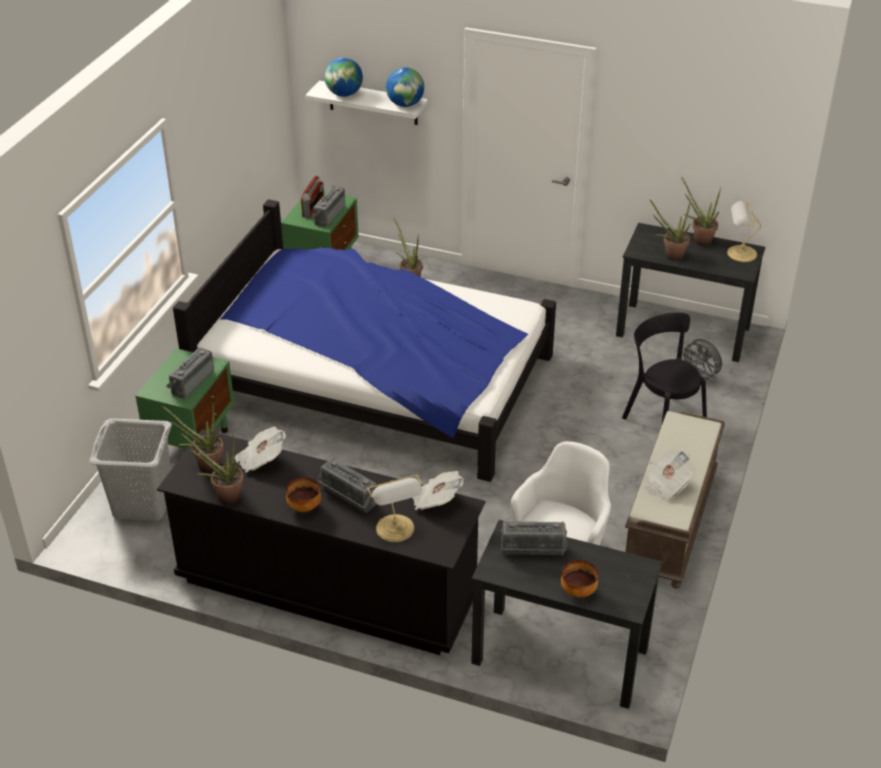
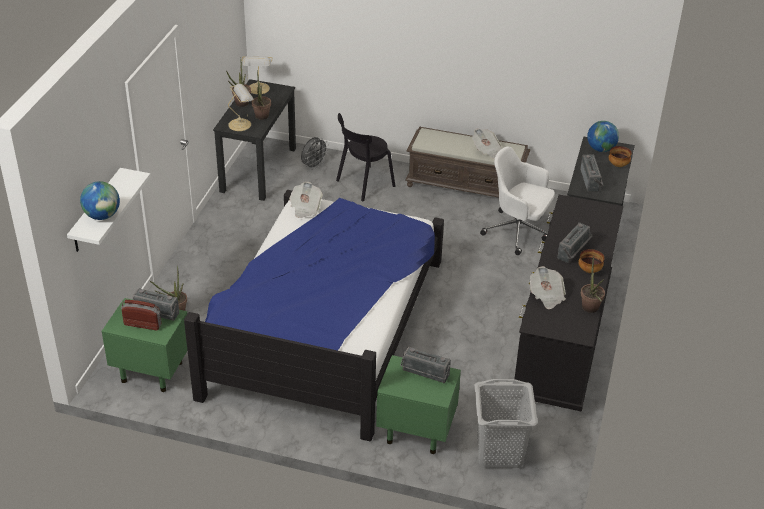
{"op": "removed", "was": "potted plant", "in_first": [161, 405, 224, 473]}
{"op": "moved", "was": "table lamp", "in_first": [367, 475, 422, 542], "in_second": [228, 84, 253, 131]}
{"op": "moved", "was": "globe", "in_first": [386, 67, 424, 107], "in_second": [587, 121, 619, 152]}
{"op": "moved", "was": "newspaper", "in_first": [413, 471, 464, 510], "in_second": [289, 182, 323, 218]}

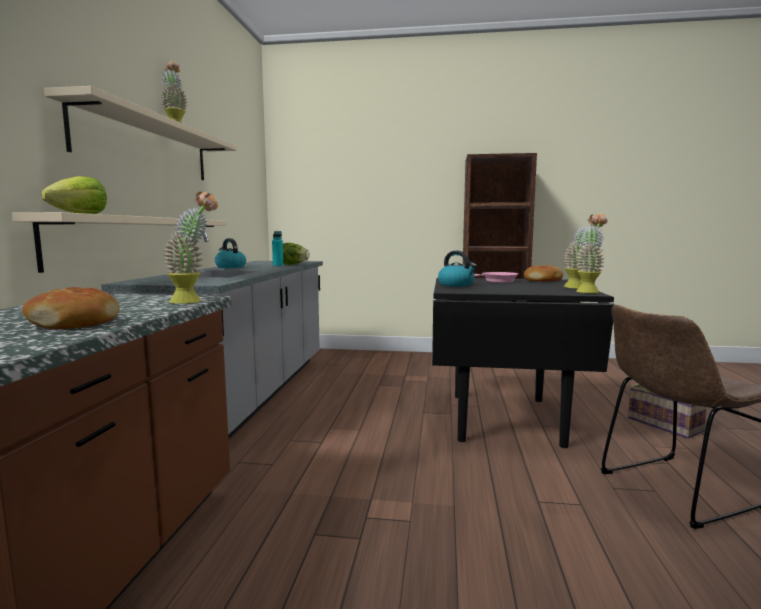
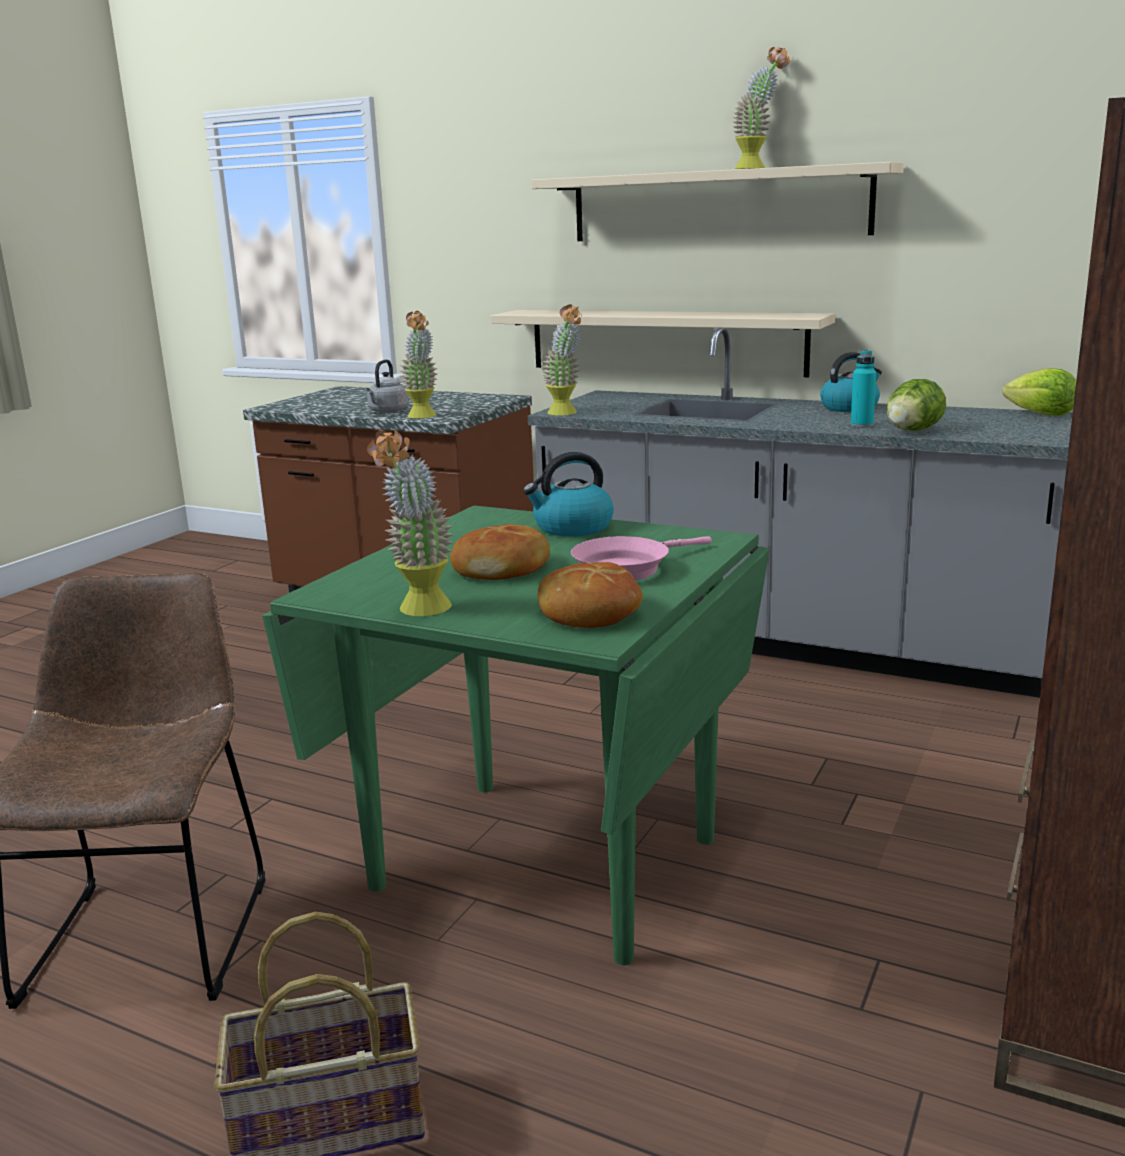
{"op": "added", "now": "grey kettle", "in_second": [366, 359, 409, 413]}
{"op": "moved", "was": "bread", "in_first": [22, 287, 119, 329], "in_second": [450, 524, 550, 580]}
{"op": "moved", "was": "lettuce", "in_first": [41, 176, 107, 214], "in_second": [1002, 368, 1076, 416]}
{"op": "moved", "was": "potted plant", "in_first": [575, 214, 608, 293], "in_second": [542, 304, 582, 415]}
{"op": "recoloured", "was": "black dining table", "now": "green dining table", "in_first": [432, 278, 615, 448], "in_second": [262, 505, 770, 965]}

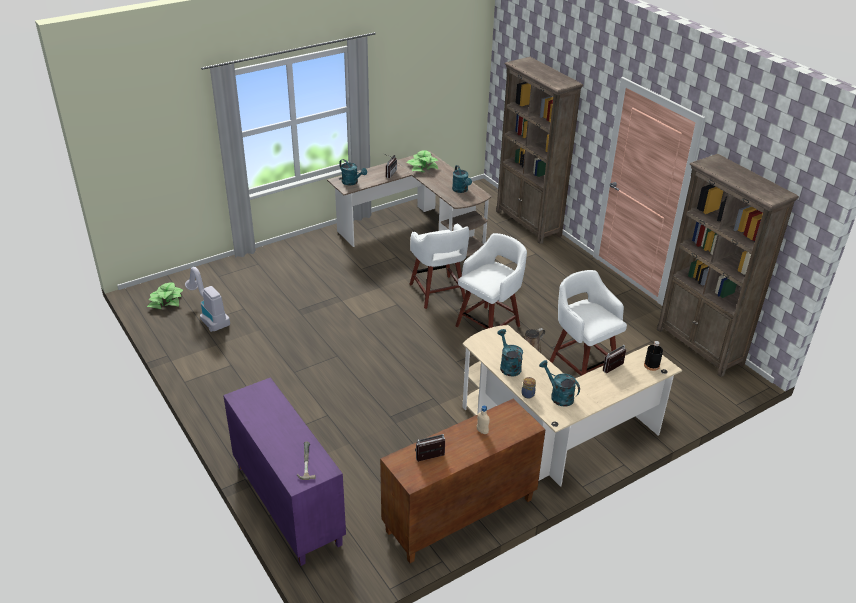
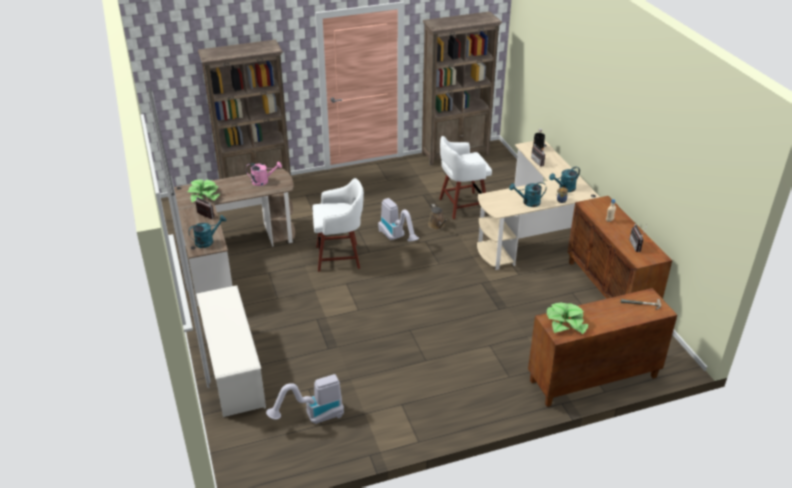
{"op": "added", "now": "white shoe rack", "in_second": [196, 285, 266, 417]}
{"op": "moved", "was": "potted plant", "in_first": [147, 283, 183, 309], "in_second": [547, 303, 588, 334]}
{"op": "replaced", "was": "white stool", "now": "vacuum cleaner", "in_first": [456, 233, 527, 329], "in_second": [378, 198, 419, 241]}
{"op": "recoloured", "was": "purple cabinet", "now": "brown cabinet", "in_first": [223, 377, 346, 566], "in_second": [528, 288, 677, 407]}
{"op": "recoloured", "was": "turquoise watering can", "now": "pink watering can", "in_first": [452, 165, 472, 193], "in_second": [246, 162, 282, 186]}

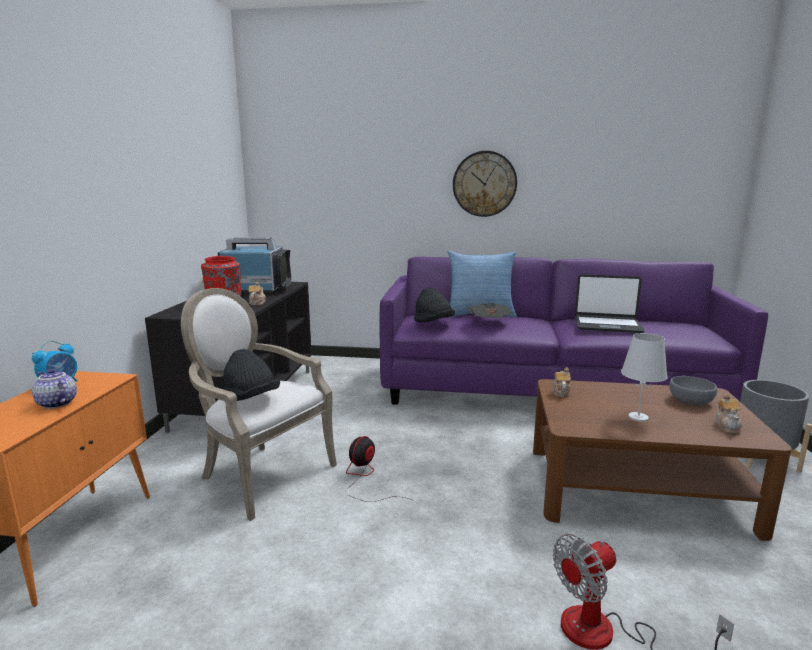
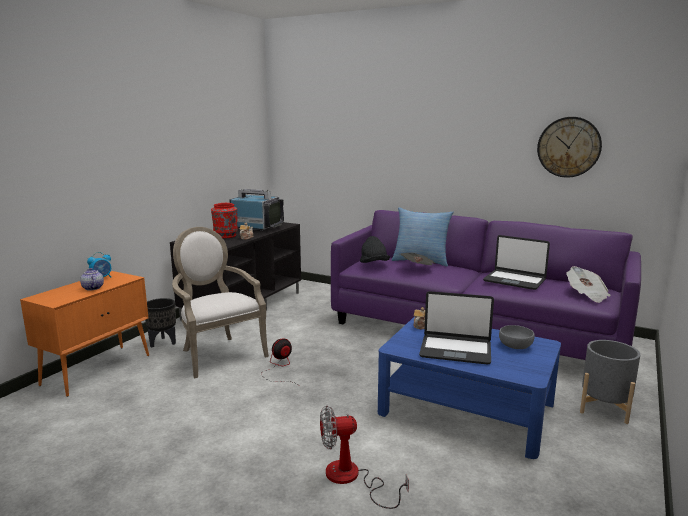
{"op": "removed", "was": "black hat", "in_first": [223, 349, 280, 401]}
{"op": "removed", "was": "teapot", "in_first": [715, 394, 742, 434]}
{"op": "added", "now": "black planter", "in_second": [145, 298, 176, 347]}
{"op": "added", "now": "newspaper", "in_second": [566, 266, 611, 303]}
{"op": "moved", "was": "wall clock", "in_first": [453, 151, 517, 217], "in_second": [537, 117, 602, 178]}
{"op": "replaced", "was": "white table lamp", "now": "laptop", "in_first": [621, 333, 668, 422], "in_second": [419, 291, 494, 365]}
{"op": "recoloured", "was": "brown coffee table", "now": "blue coffee table", "in_first": [533, 379, 792, 541], "in_second": [378, 316, 561, 459]}

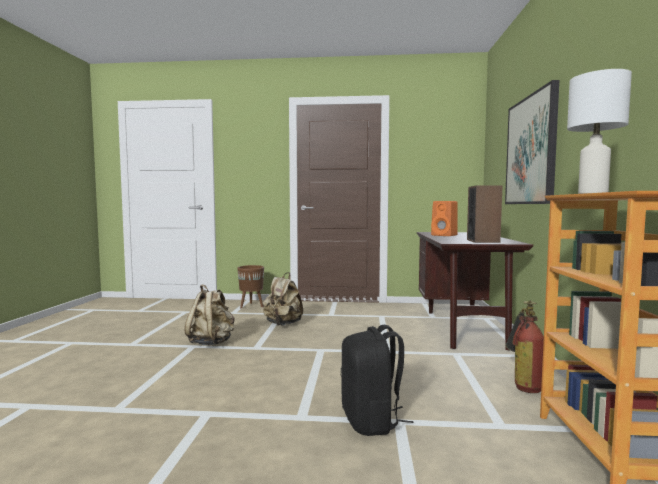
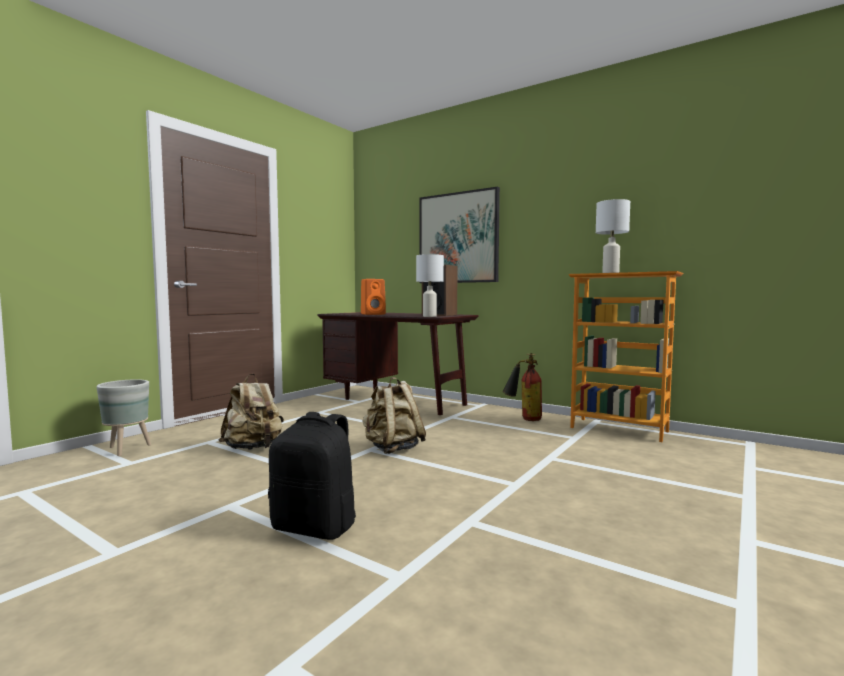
{"op": "added", "now": "white table lamp", "in_second": [416, 254, 444, 317]}
{"op": "moved", "was": "beige backpack", "in_first": [185, 285, 234, 345], "in_second": [362, 377, 426, 454]}
{"op": "moved", "was": "black backpack", "in_first": [341, 325, 413, 436], "in_second": [268, 412, 356, 540]}
{"op": "recoloured", "was": "brown planter", "now": "grey planter", "in_first": [237, 265, 264, 308], "in_second": [96, 379, 151, 456]}

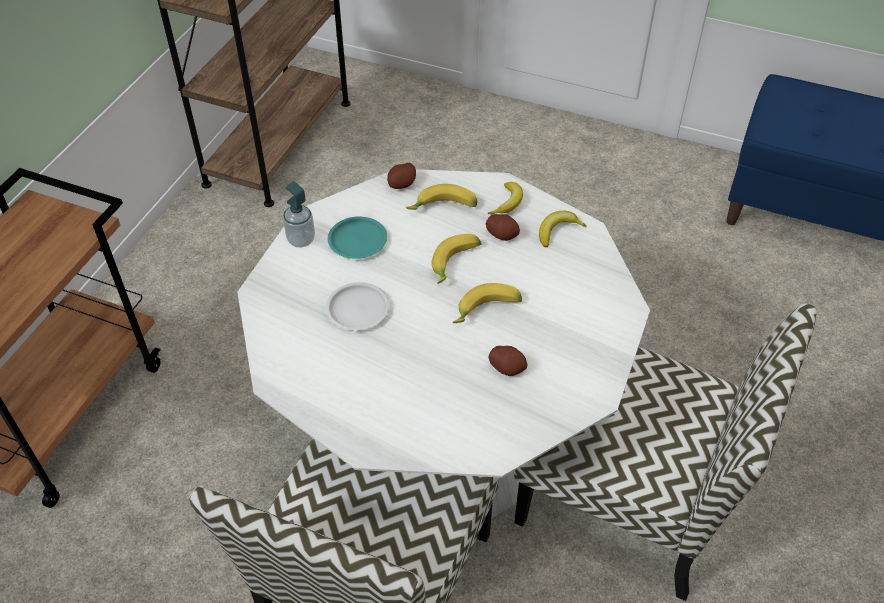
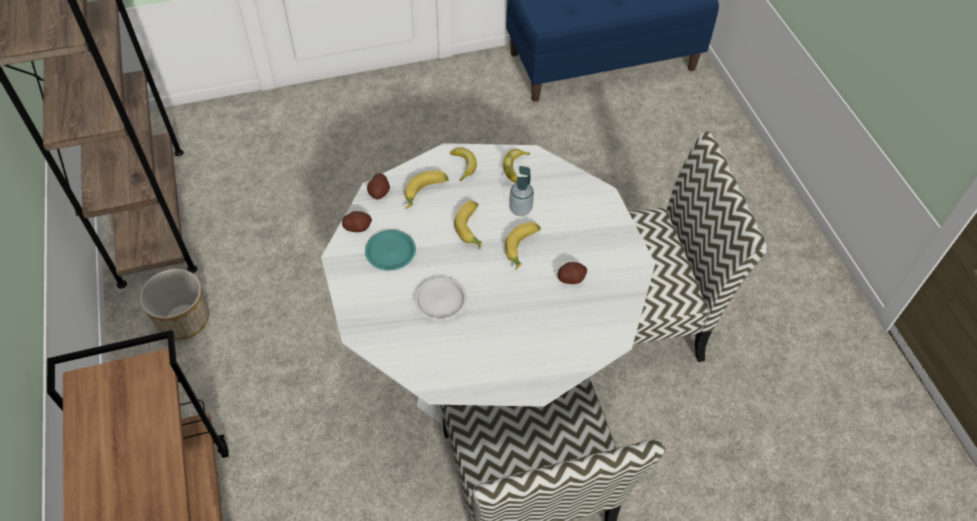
{"op": "added", "now": "planter", "in_second": [140, 269, 209, 340]}
{"op": "moved", "was": "soap dispenser", "in_first": [283, 181, 315, 247], "in_second": [509, 166, 534, 216]}
{"op": "moved", "was": "potato", "in_first": [486, 214, 520, 241], "in_second": [342, 211, 372, 232]}

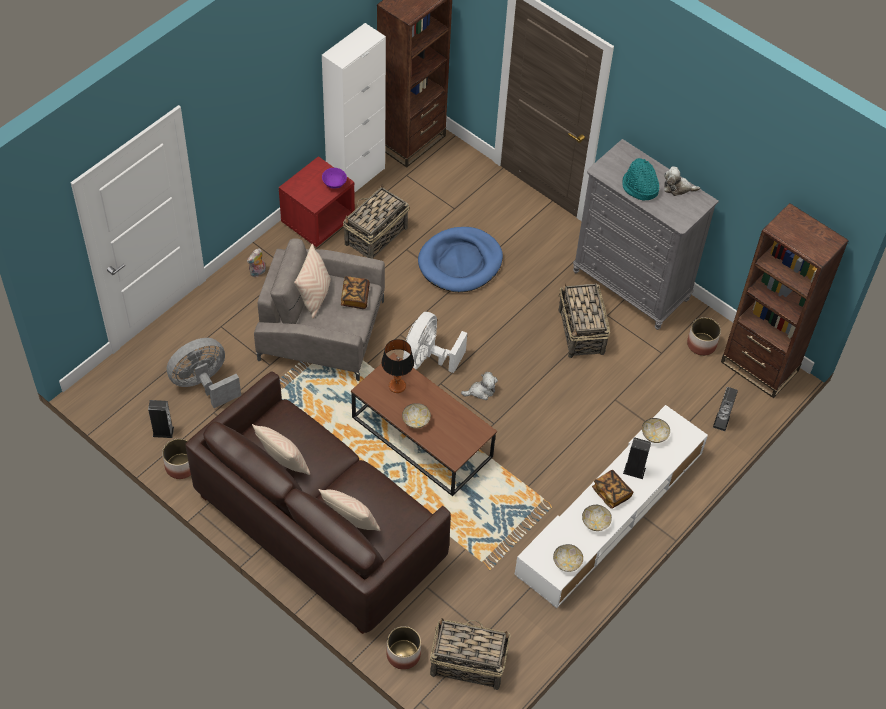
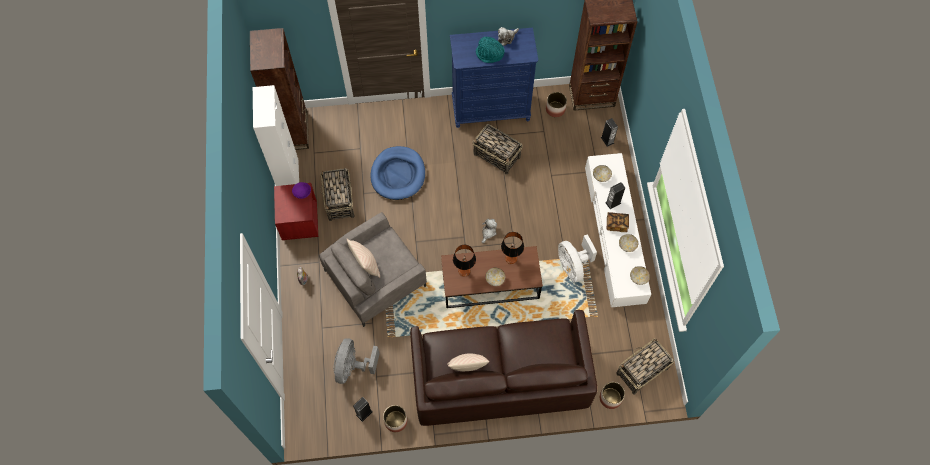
{"op": "removed", "was": "beige pillow", "in_first": [318, 489, 380, 531]}
{"op": "removed", "was": "book", "in_first": [341, 276, 370, 309]}
{"op": "added", "now": "table lamp", "in_second": [501, 232, 524, 264]}
{"op": "moved", "was": "white fan", "in_first": [403, 312, 467, 373], "in_second": [558, 234, 597, 282]}
{"op": "recoloured", "was": "grey dresser", "now": "blue dresser", "in_first": [573, 139, 719, 330], "in_second": [450, 28, 538, 128]}

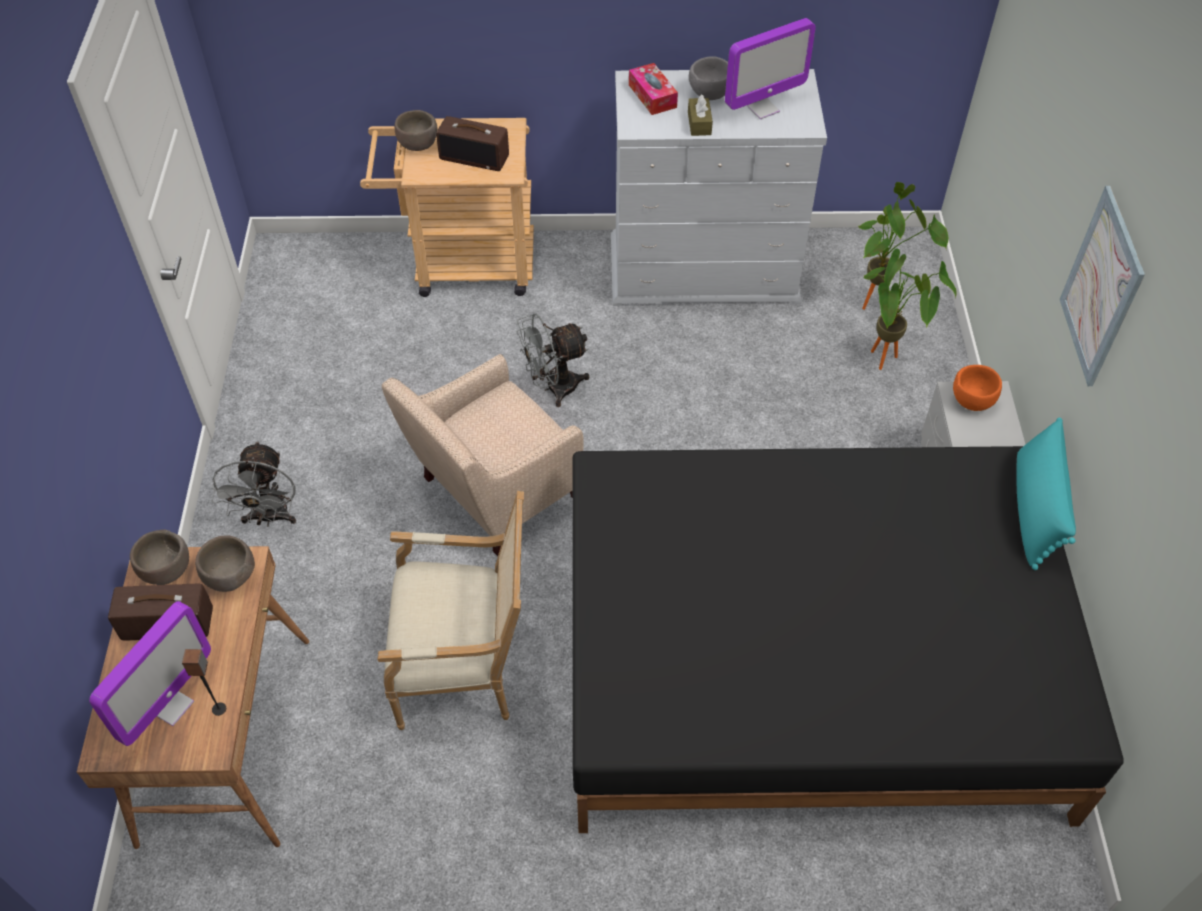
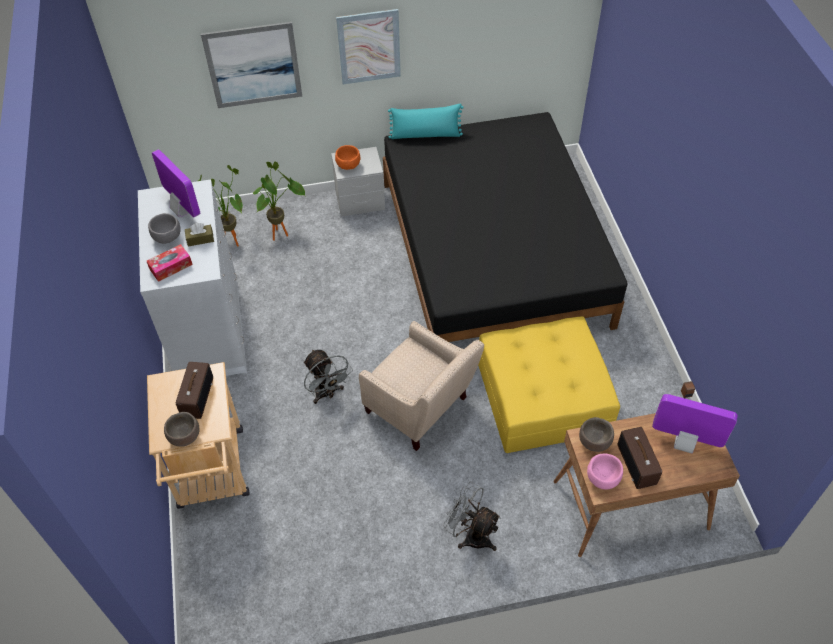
{"op": "added", "now": "picture", "in_second": [201, 22, 302, 108]}
{"op": "replaced", "was": "armchair", "now": "yellow ottoman", "in_first": [377, 491, 524, 730], "in_second": [478, 316, 620, 453]}
{"op": "recoloured", "was": "brown bowl", "now": "pink bowl", "in_first": [130, 529, 189, 585], "in_second": [587, 454, 623, 490]}
{"op": "turned", "was": "grey fan", "in_first": [212, 441, 296, 527], "in_second": [443, 482, 501, 551], "clockwise": -135}

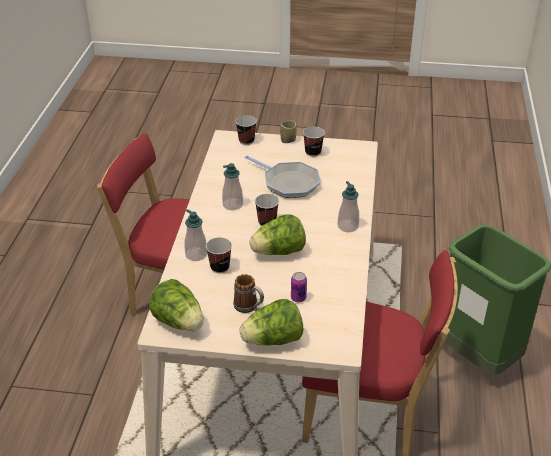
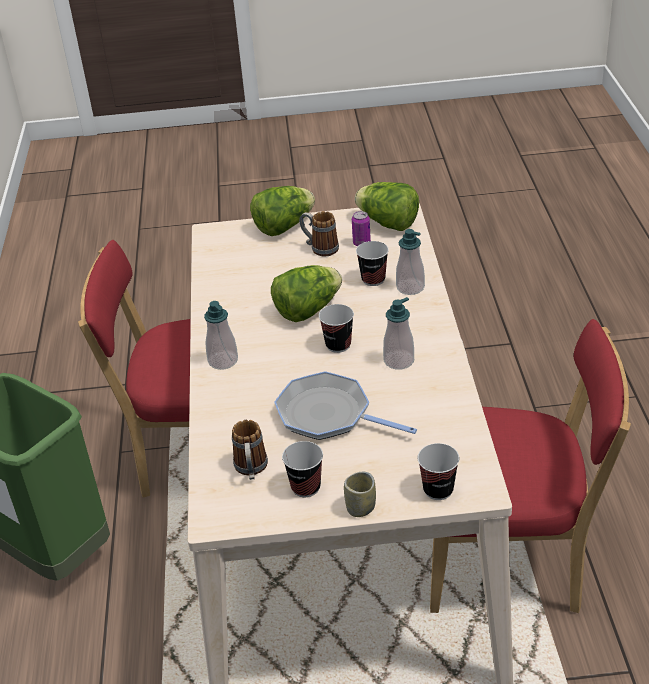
{"op": "added", "now": "mug", "in_second": [232, 420, 268, 480]}
{"op": "moved", "was": "can", "in_first": [291, 272, 307, 302], "in_second": [352, 211, 371, 247]}

